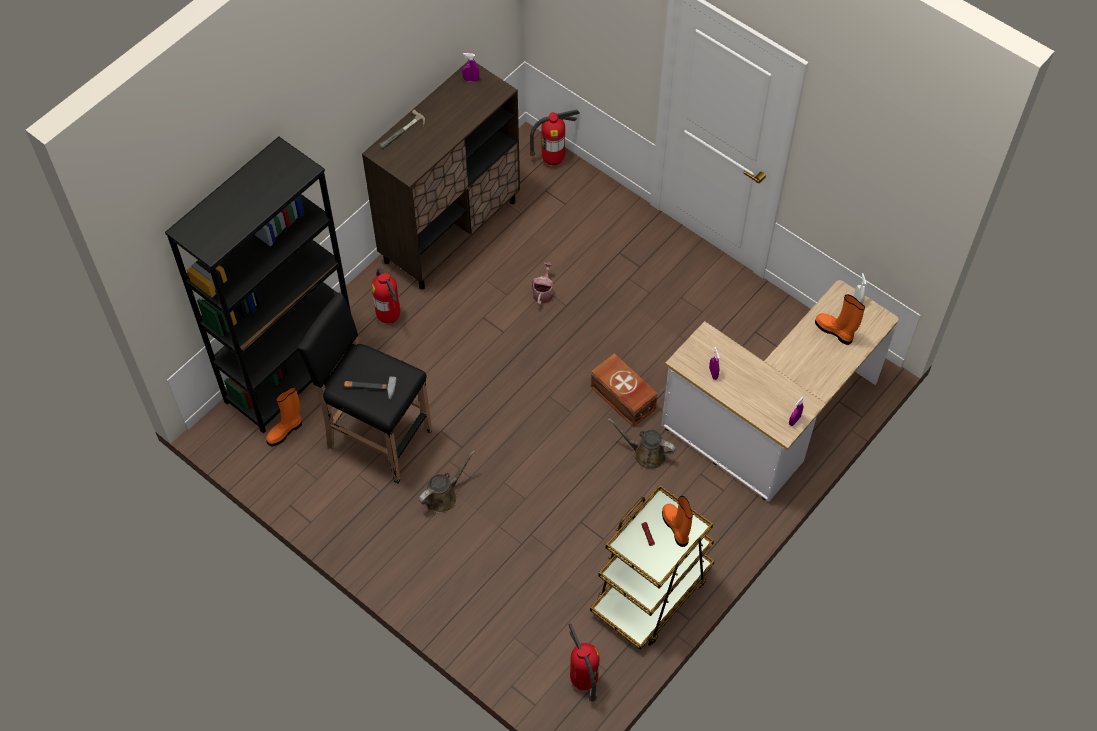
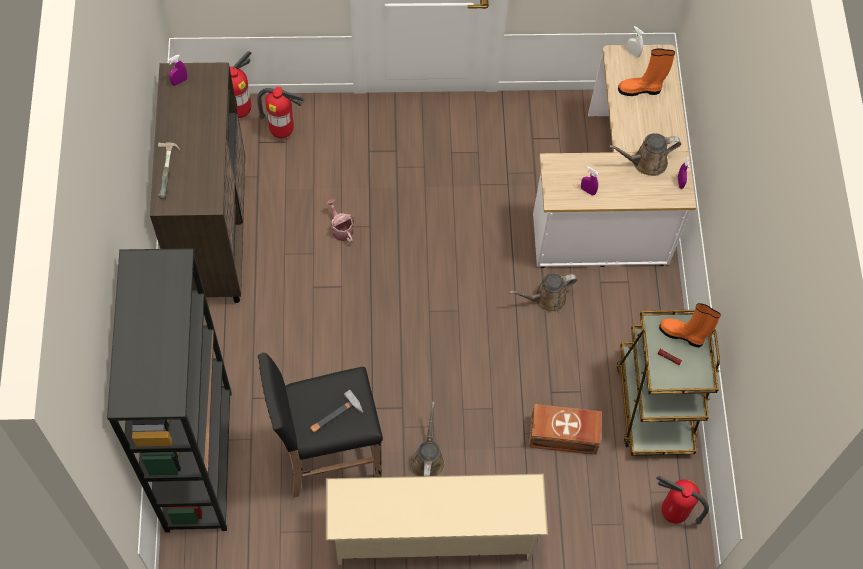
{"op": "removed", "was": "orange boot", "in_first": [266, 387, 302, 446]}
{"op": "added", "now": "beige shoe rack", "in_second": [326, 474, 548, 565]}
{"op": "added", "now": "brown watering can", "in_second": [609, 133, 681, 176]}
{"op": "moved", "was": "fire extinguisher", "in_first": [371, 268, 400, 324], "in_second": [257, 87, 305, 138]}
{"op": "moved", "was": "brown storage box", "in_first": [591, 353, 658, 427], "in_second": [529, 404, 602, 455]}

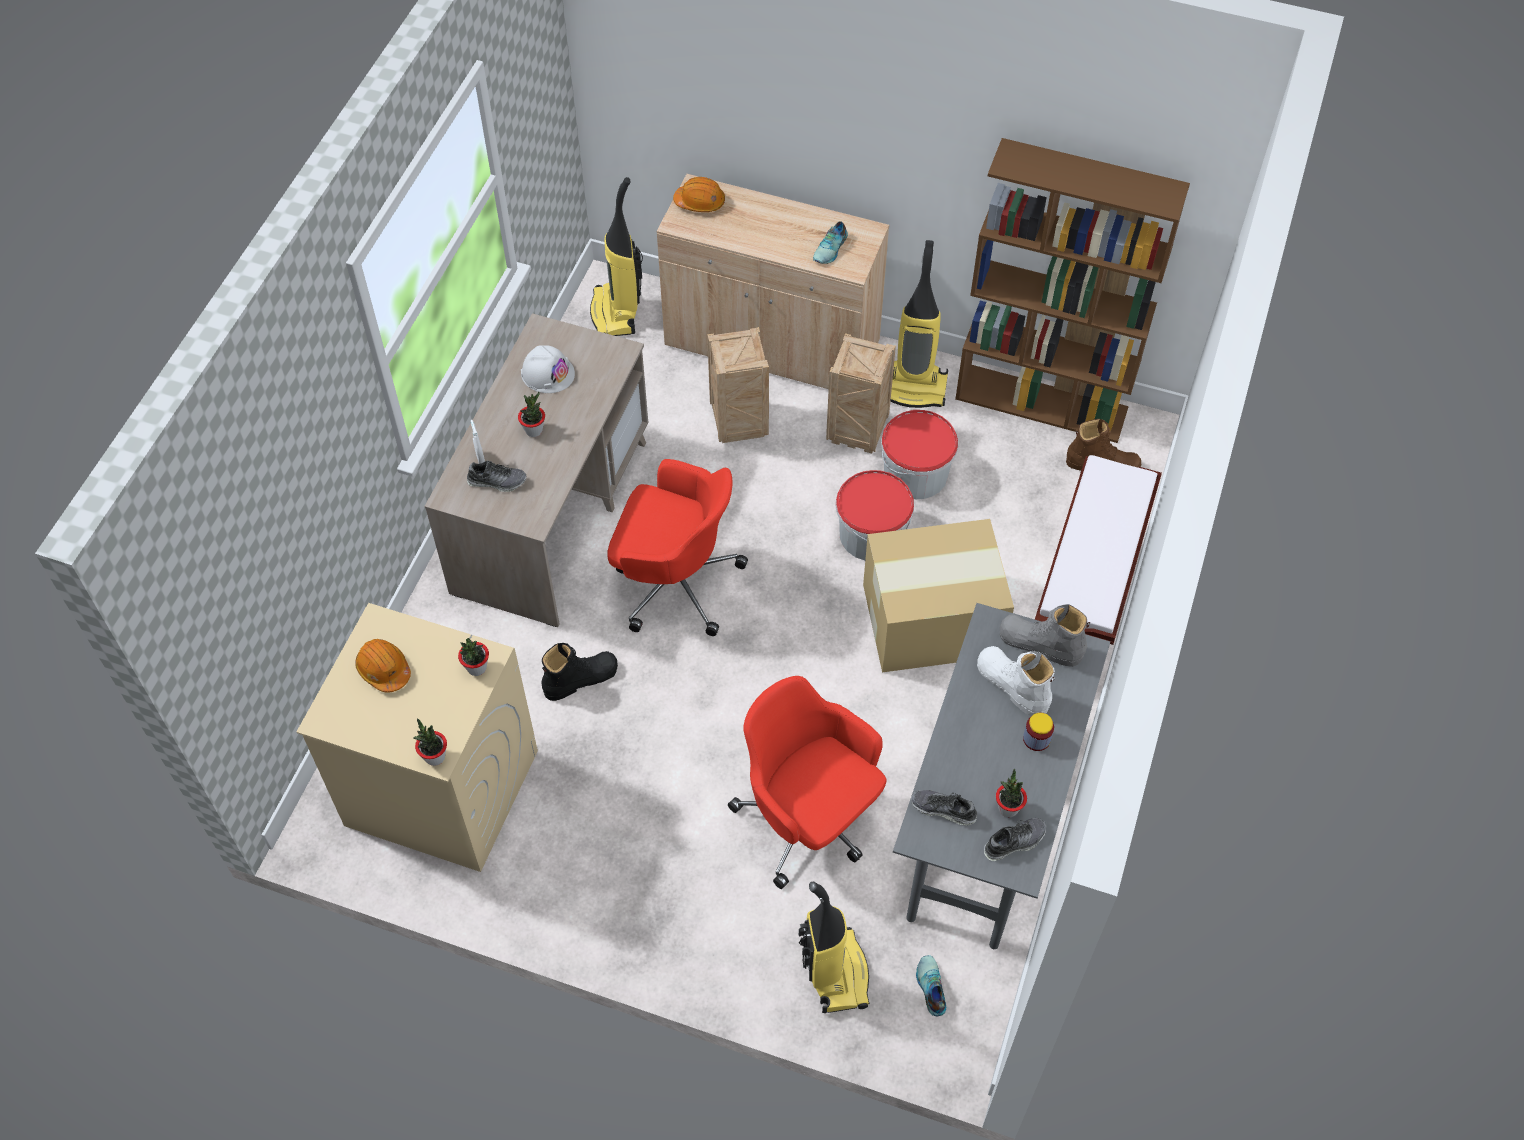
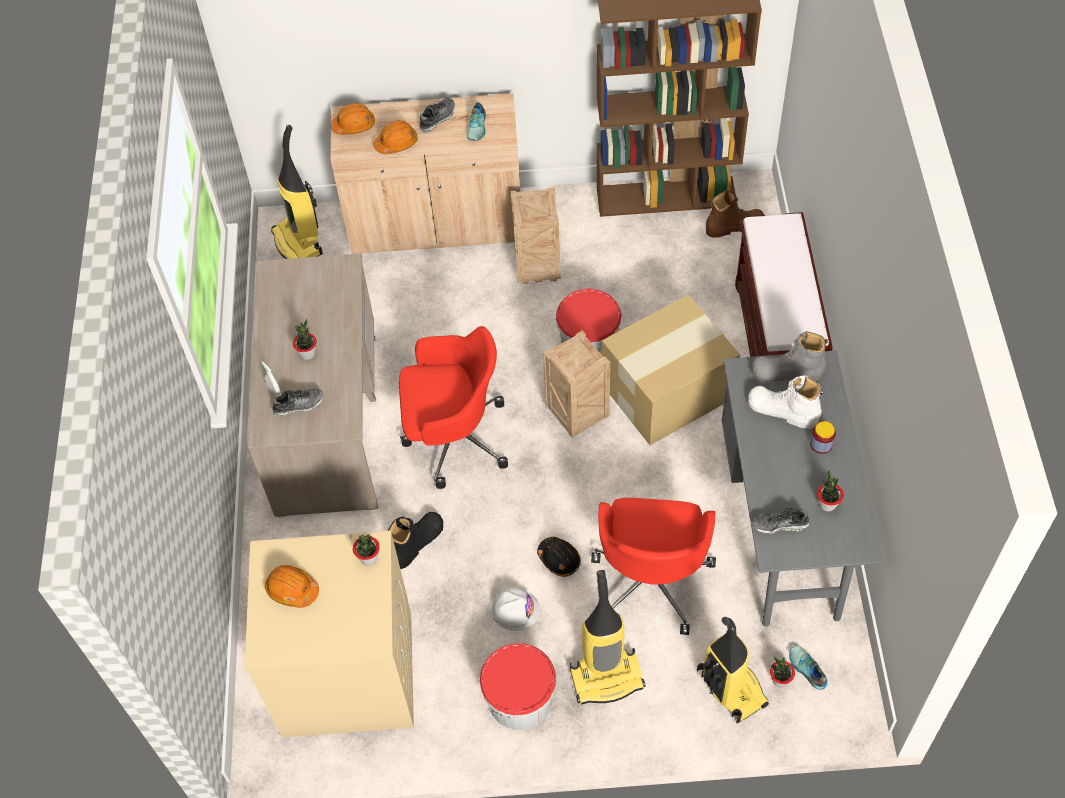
{"op": "added", "now": "orange hard hat", "in_second": [374, 120, 418, 154]}
{"op": "added", "now": "black hard hat", "in_second": [537, 537, 581, 577]}
{"op": "moved", "was": "potted plant", "in_first": [413, 718, 447, 766], "in_second": [770, 657, 795, 687]}
{"op": "moved", "was": "white hard hat", "in_first": [521, 345, 575, 393], "in_second": [491, 586, 540, 631]}
{"op": "moved", "was": "crate", "in_first": [707, 327, 769, 443], "in_second": [543, 330, 610, 438]}
{"op": "moved", "was": "bucket", "in_first": [881, 410, 958, 499], "in_second": [480, 643, 557, 730]}
{"op": "moved", "was": "vacuum cleaner", "in_first": [890, 240, 948, 408], "in_second": [570, 570, 646, 705]}
{"op": "moved", "was": "shoe", "in_first": [984, 818, 1046, 861], "in_second": [419, 97, 455, 133]}
{"op": "turned", "was": "red office chair", "in_first": [728, 676, 887, 889], "in_second": [591, 498, 716, 635], "clockwise": -105}

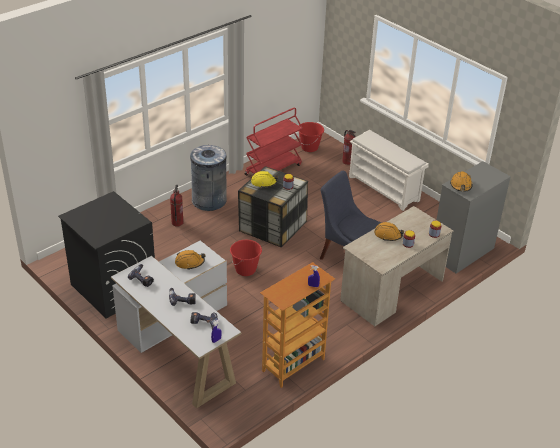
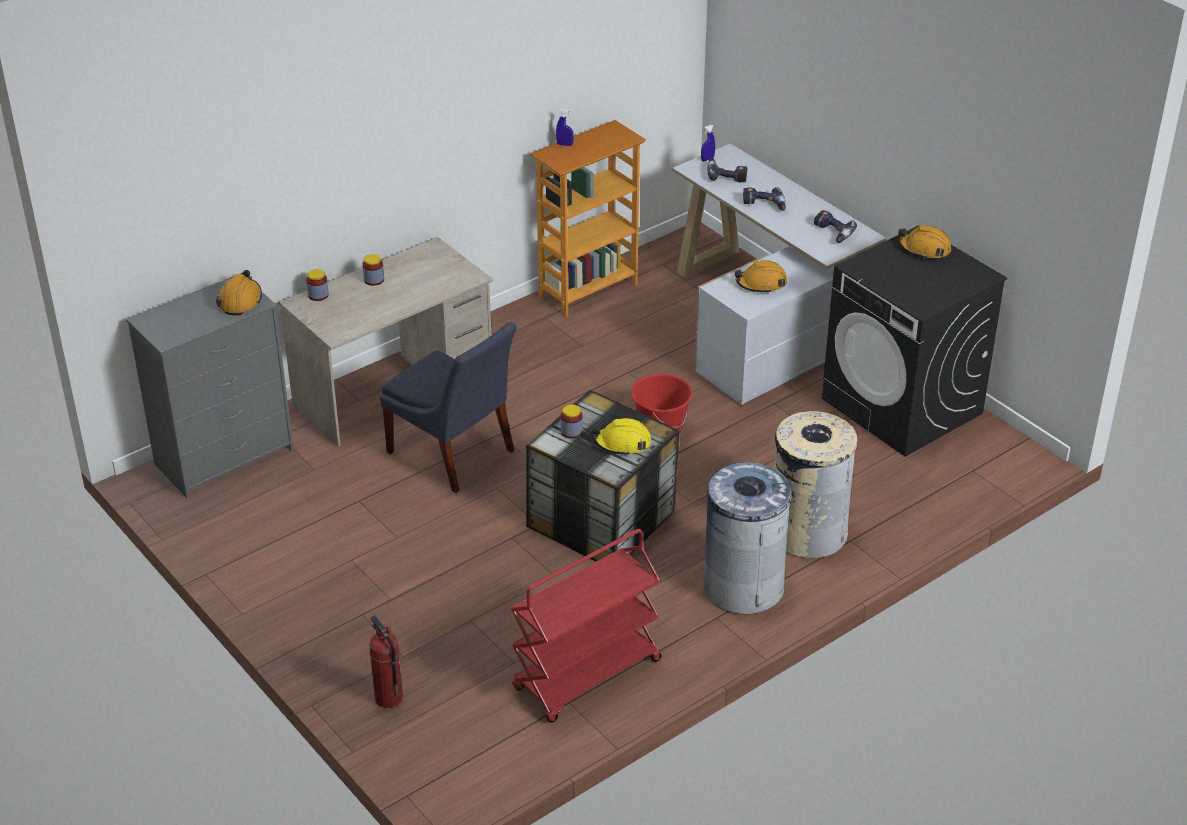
{"op": "removed", "was": "red bucket", "in_first": [298, 122, 324, 152]}
{"op": "removed", "was": "white shoe rack", "in_first": [349, 130, 429, 211]}
{"op": "moved", "was": "orange hard hat", "in_first": [374, 222, 404, 241], "in_second": [898, 225, 952, 259]}
{"op": "replaced", "was": "fire extinguisher", "now": "beige trash can", "in_first": [170, 185, 183, 227], "in_second": [774, 411, 857, 558]}

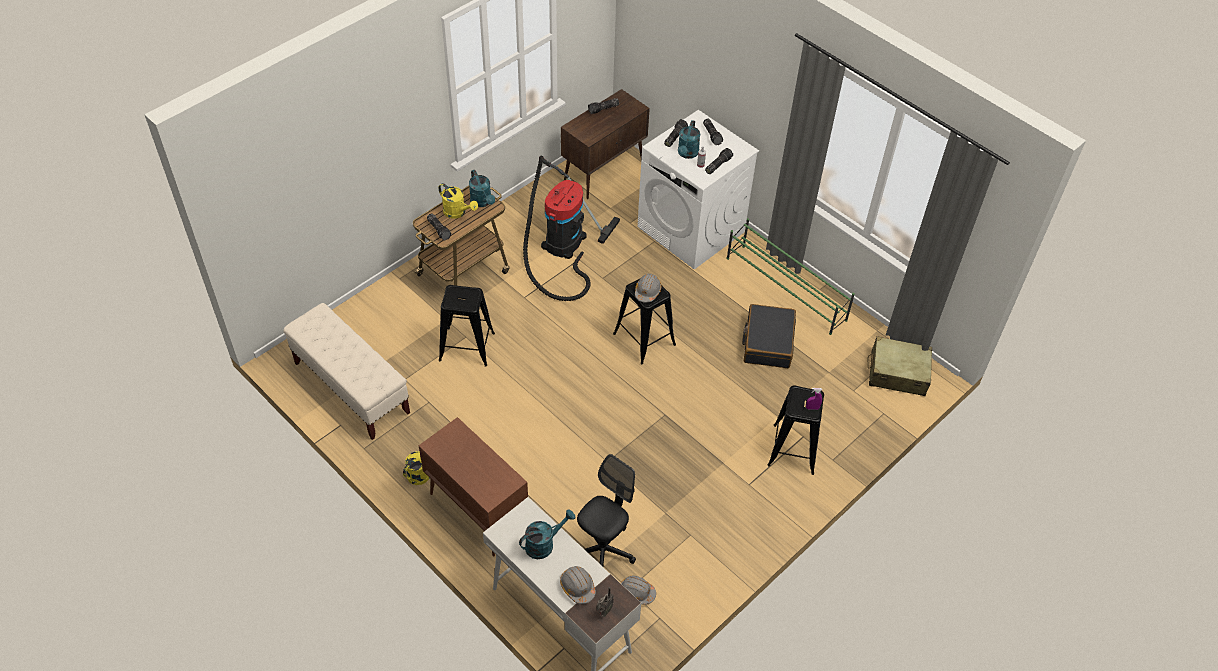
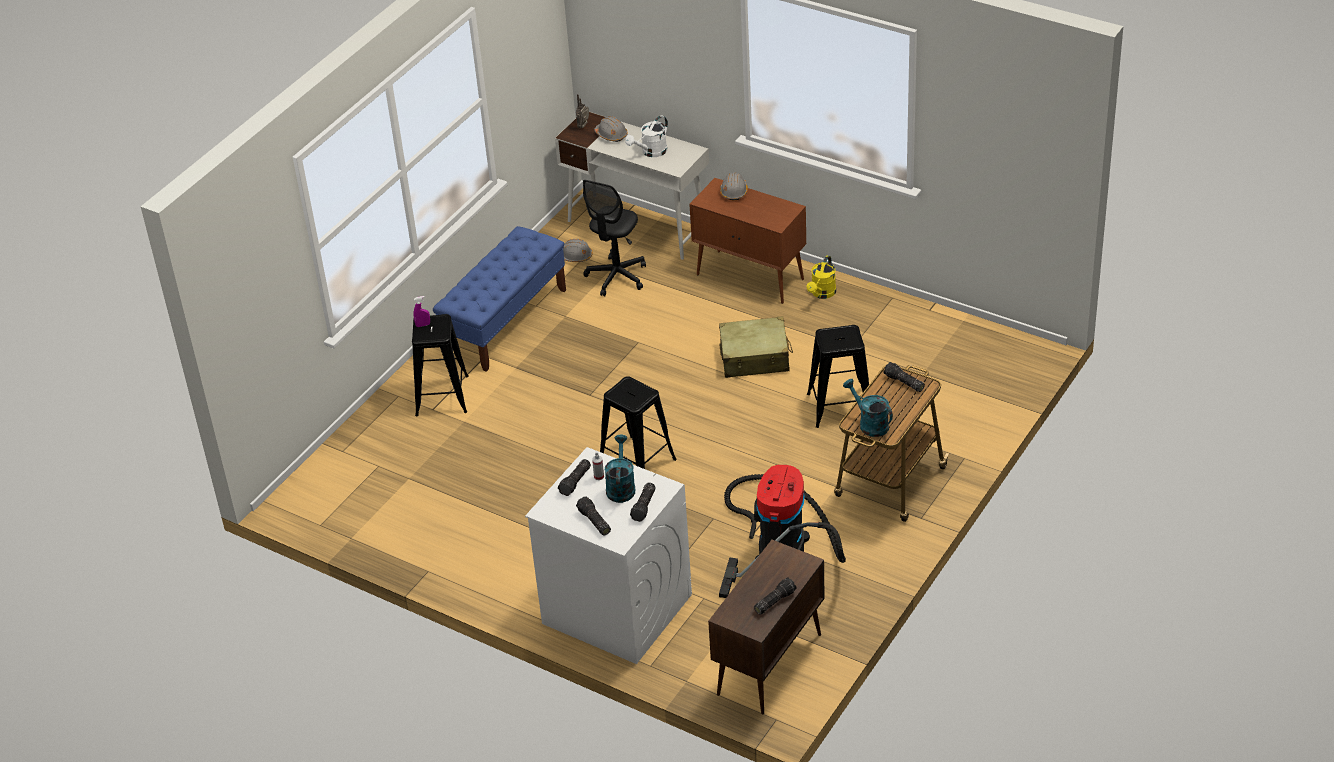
{"op": "removed", "was": "beige bench", "in_first": [283, 303, 410, 440]}
{"op": "removed", "was": "yellow watering can", "in_first": [438, 183, 478, 219]}
{"op": "removed", "was": "green shoe rack", "in_first": [727, 218, 855, 335]}
{"op": "removed", "was": "black suitcase", "in_first": [742, 304, 796, 368]}
{"op": "added", "now": "blue bench", "in_second": [433, 226, 566, 372]}
{"op": "moved", "was": "grey hard hat", "in_first": [635, 274, 662, 303], "in_second": [720, 172, 748, 200]}
{"op": "moved", "was": "beige suitcase", "in_first": [867, 337, 932, 396], "in_second": [719, 316, 793, 378]}
{"op": "recoloured", "was": "turquoise watering can", "now": "white watering can", "in_first": [519, 509, 576, 559], "in_second": [625, 116, 668, 157]}

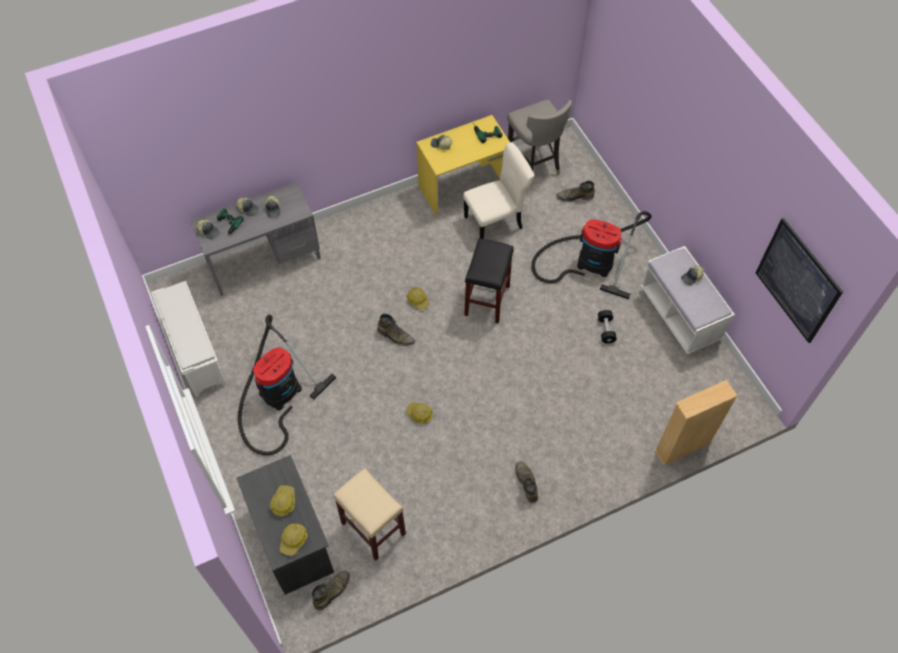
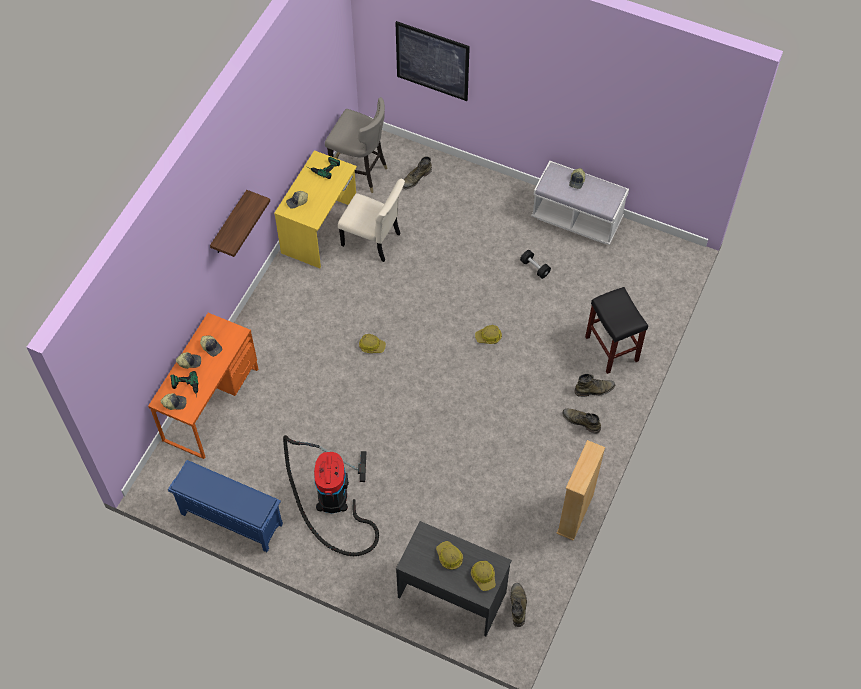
{"op": "removed", "was": "beige stool", "in_first": [333, 468, 406, 561]}
{"op": "removed", "was": "vacuum cleaner", "in_first": [531, 211, 652, 299]}
{"op": "added", "now": "shelf", "in_second": [210, 190, 270, 257]}
{"op": "moved", "was": "green boot", "in_first": [377, 314, 415, 346], "in_second": [574, 374, 615, 397]}
{"op": "moved", "was": "hard hat", "in_first": [405, 402, 433, 424], "in_second": [475, 325, 502, 344]}
{"op": "moved", "was": "black stool", "in_first": [464, 238, 514, 324], "in_second": [585, 287, 648, 374]}
{"op": "moved", "was": "beige bookcase", "in_first": [654, 380, 738, 465], "in_second": [556, 440, 605, 541]}
{"op": "moved", "was": "picture", "in_first": [755, 218, 843, 343], "in_second": [395, 21, 470, 101]}
{"op": "recoloured", "was": "white shoe rack", "now": "blue shoe rack", "in_first": [151, 281, 227, 397], "in_second": [168, 460, 283, 552]}
{"op": "recoloured", "was": "grey desk", "now": "orange desk", "in_first": [190, 182, 321, 296], "in_second": [148, 313, 258, 459]}
{"op": "turned", "was": "beige chair", "in_first": [463, 142, 534, 239], "in_second": [338, 179, 405, 262], "clockwise": 90}

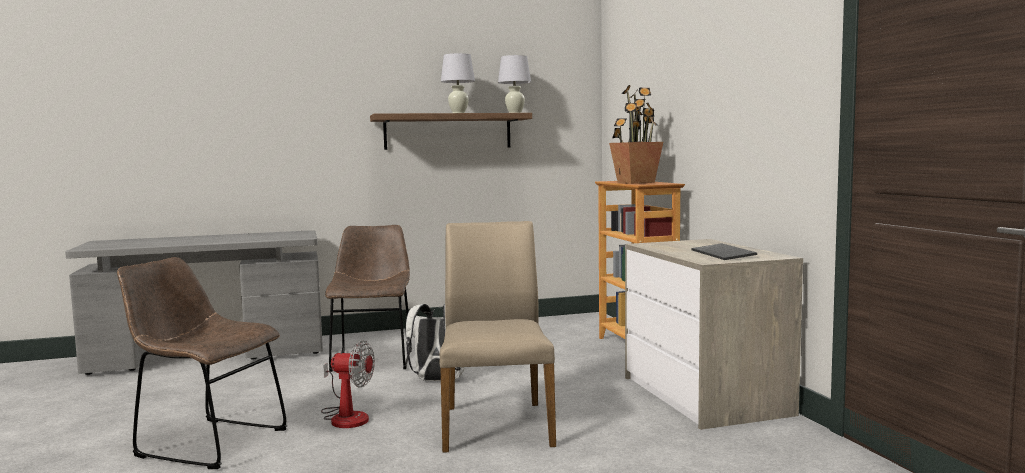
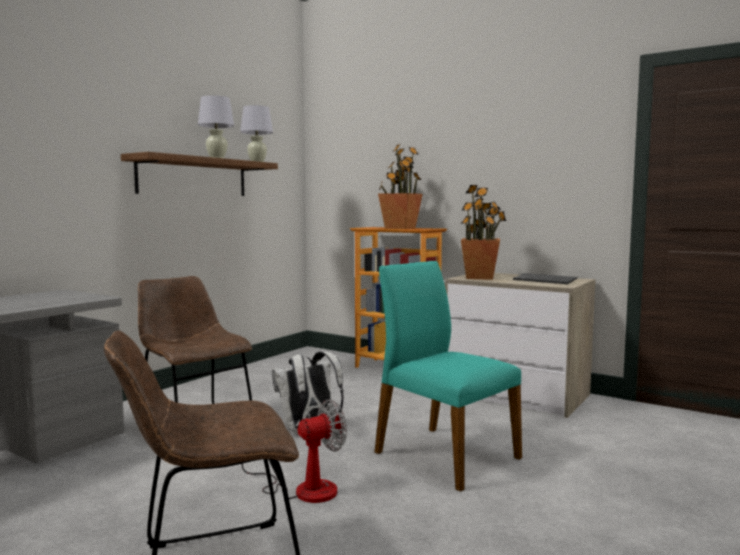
{"op": "added", "now": "potted plant", "in_second": [461, 185, 506, 280]}
{"op": "recoloured", "was": "beige chair", "now": "turquoise chair", "in_first": [440, 221, 556, 453], "in_second": [374, 261, 522, 492]}

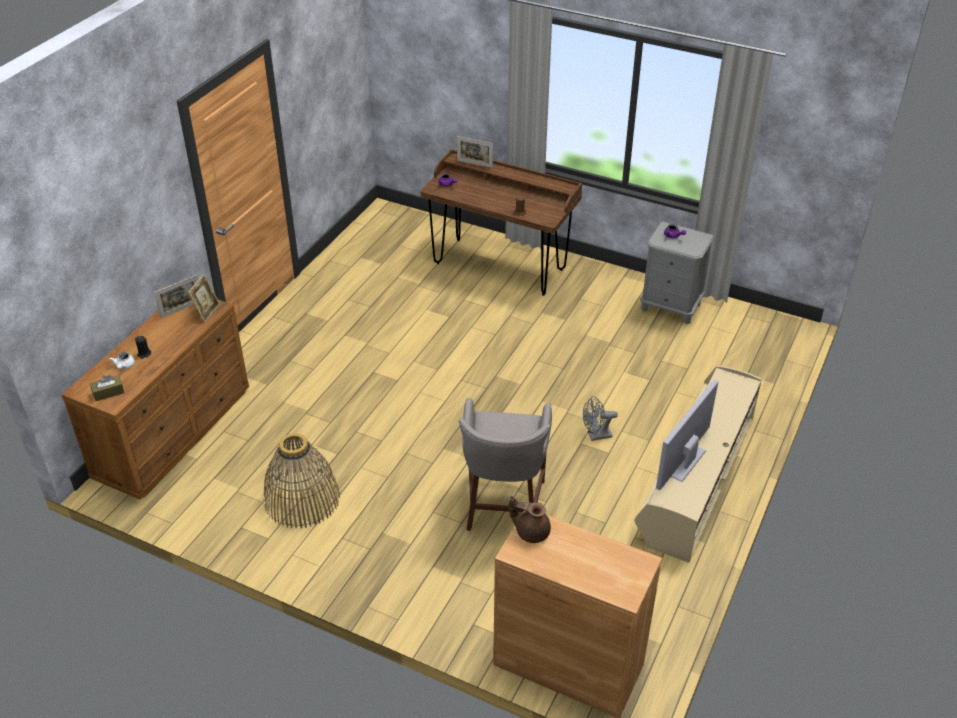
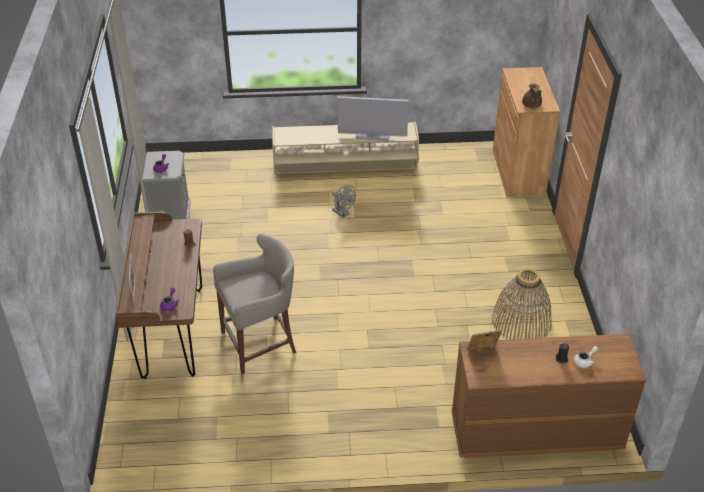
{"op": "removed", "was": "brown tissue box", "in_first": [90, 375, 124, 401]}
{"op": "removed", "was": "picture frame", "in_first": [154, 275, 198, 318]}
{"op": "moved", "was": "grey stool", "in_first": [459, 398, 552, 531], "in_second": [213, 234, 296, 374]}

